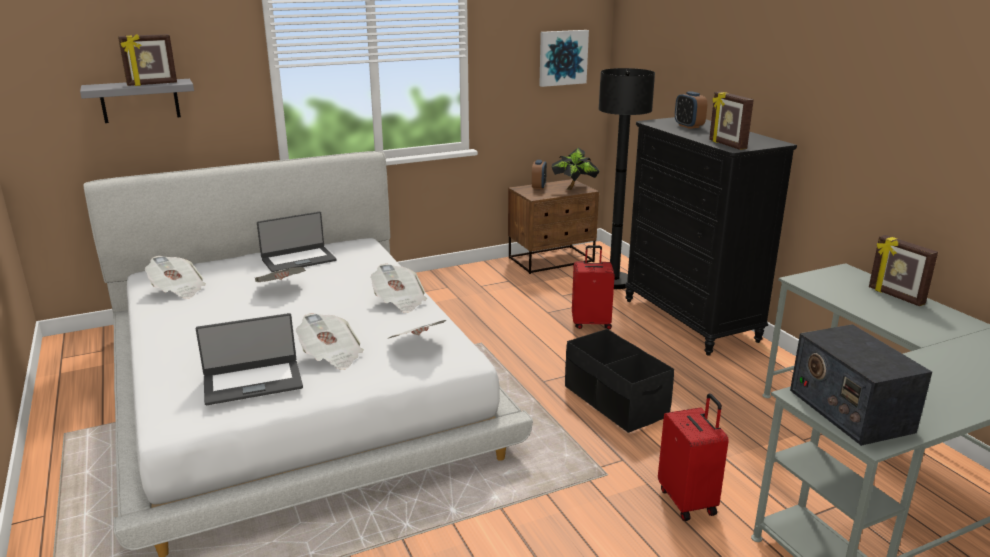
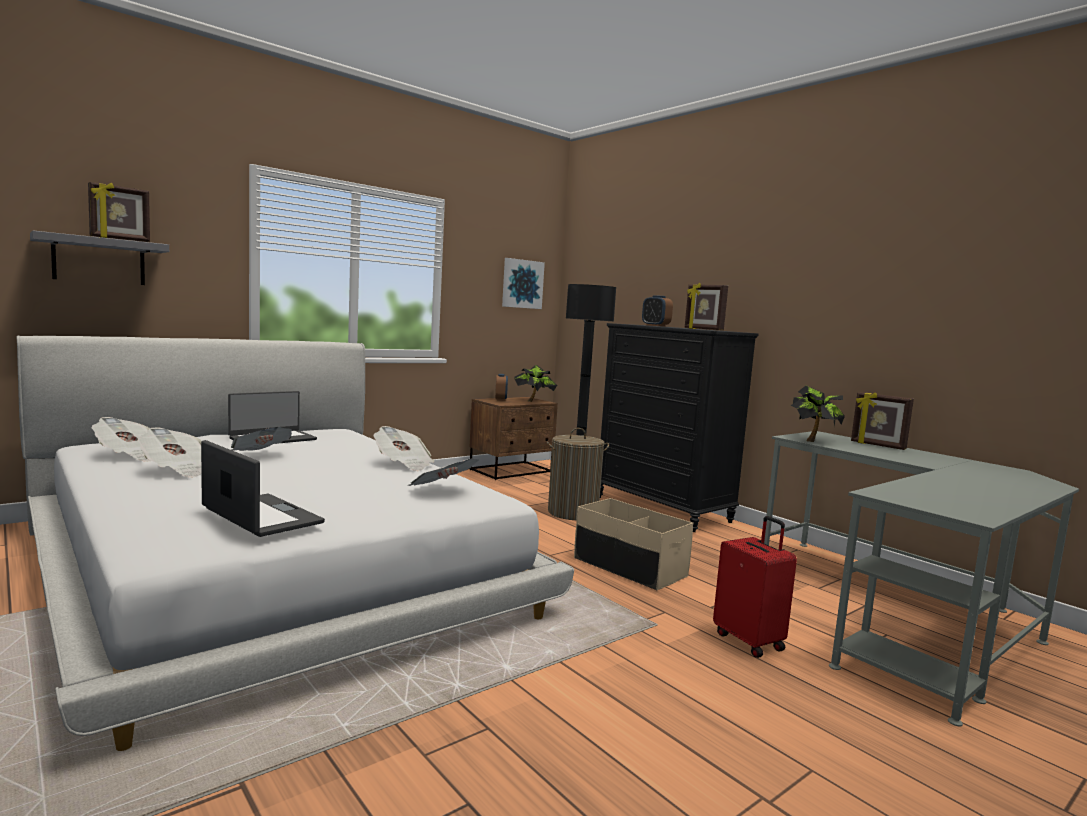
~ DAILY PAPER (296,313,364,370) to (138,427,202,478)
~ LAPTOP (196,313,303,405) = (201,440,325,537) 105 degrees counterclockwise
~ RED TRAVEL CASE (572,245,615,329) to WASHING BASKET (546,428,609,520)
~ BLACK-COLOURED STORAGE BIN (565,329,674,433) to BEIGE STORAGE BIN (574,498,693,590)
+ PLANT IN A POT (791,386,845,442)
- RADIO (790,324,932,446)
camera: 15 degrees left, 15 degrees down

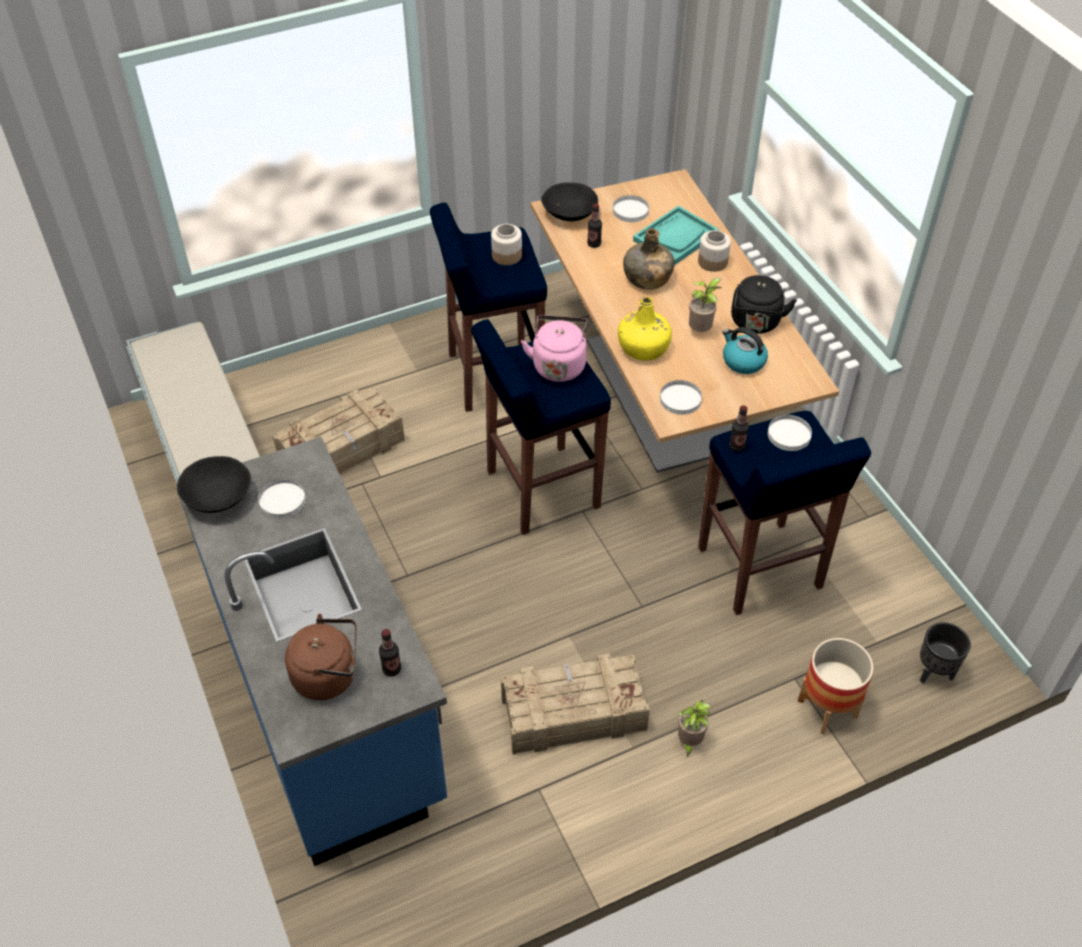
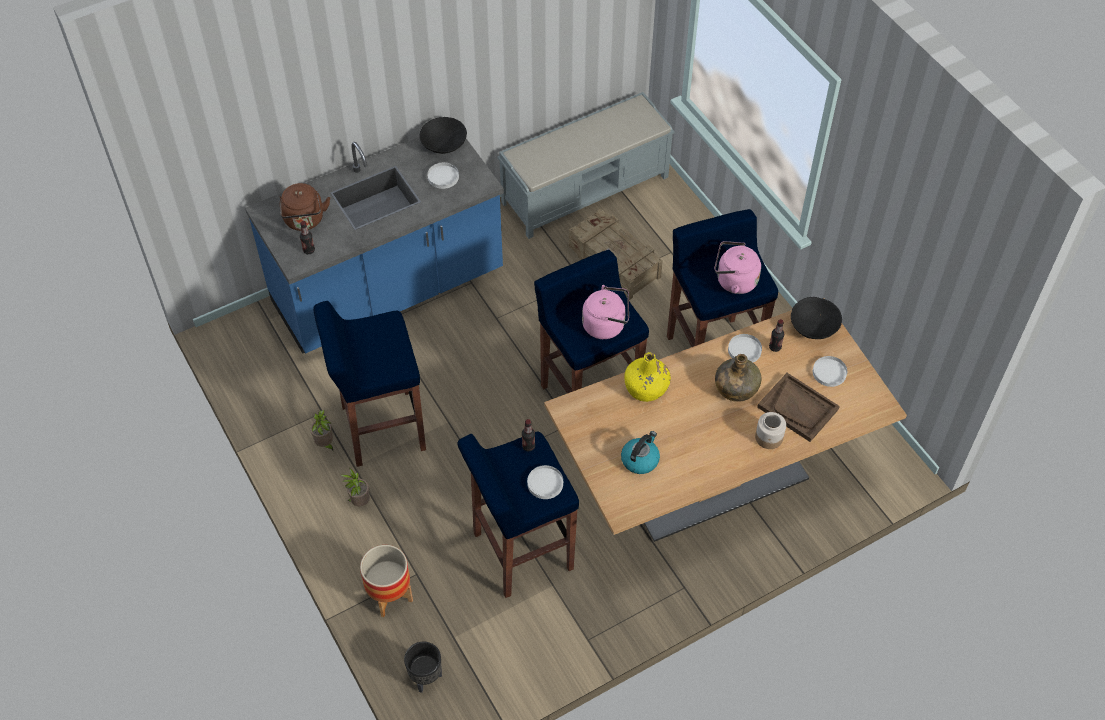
~ PLANT IN A POT (689,278,722,332) to (310,410,333,451)
~ CRATE (501,653,650,755) to BLUE STOOL (313,301,426,467)
~ PRESERVE JAR (491,224,522,265) to PINKISH KETTLE (714,241,761,294)
~ WHITISH DINNER PLATE (660,380,702,415) to (728,334,762,362)
~ TURQUOISE SERVING TRAY (633,206,719,265) to BROWN-COLOURED SERVING TRAY (757,373,840,442)
- BLACK-COLOURED KETTLE (731,275,797,334)
camera: 85 degrees right, 5 degrees up

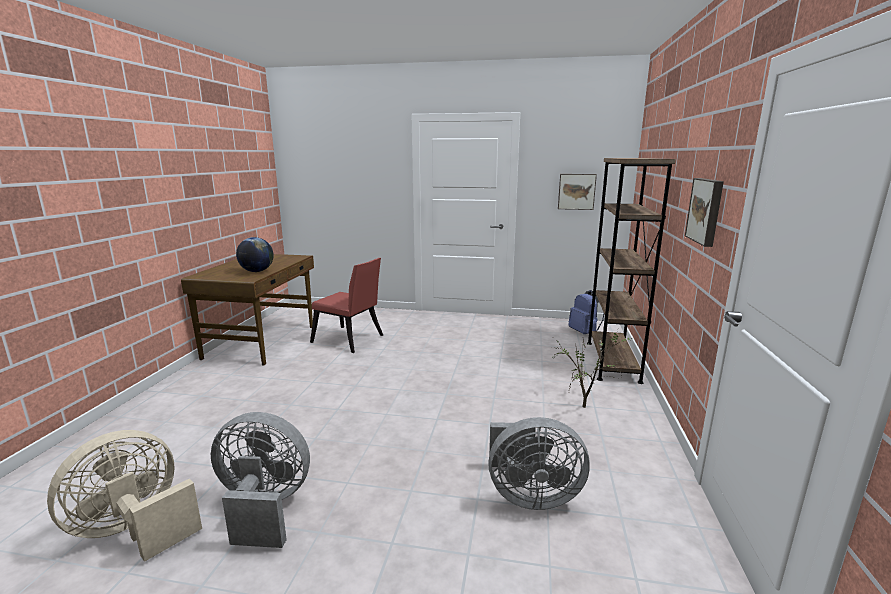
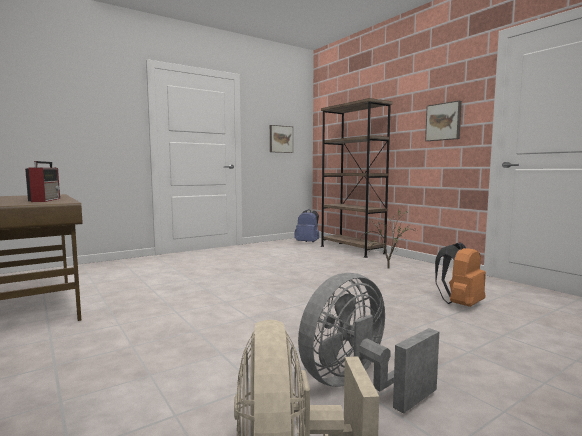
~ DESK GLOBE (236,237,274,272) to RADIO (25,161,60,202)
~ GREYISH FAN (488,417,589,510) to ORANGE KNAPSACK (435,242,486,307)
- RED CHAIR (310,258,383,353)
camera: 45 degrees left, 10 degrees down

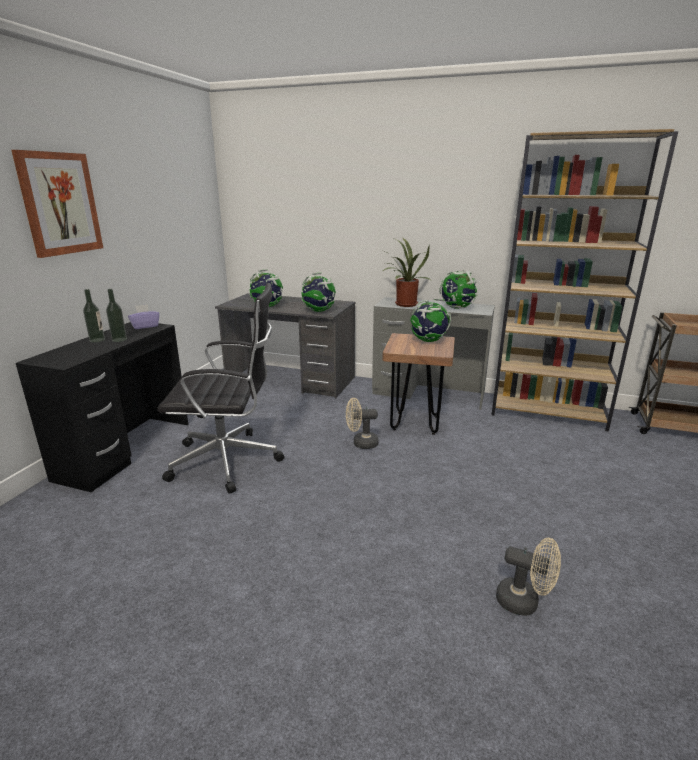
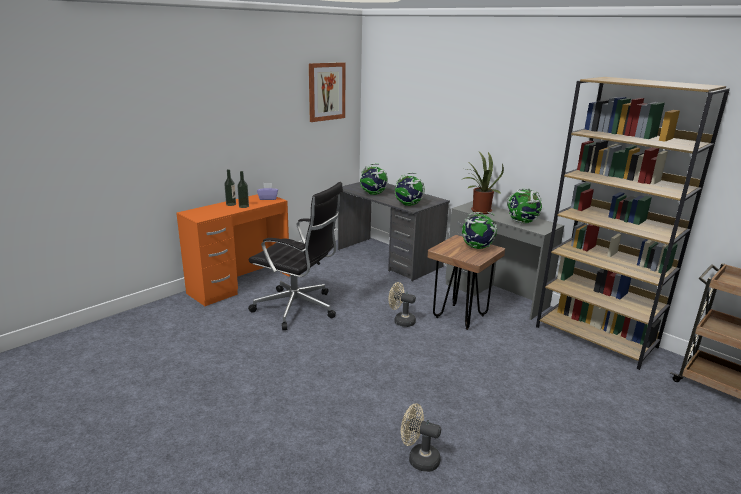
~ BLACK-COLOURED DESK (16,322,188,492) to ORANGE DESK (176,194,290,306)
~ WALL PICTURE (11,150,103,258) to (309,62,346,122)
~ BEIGE FAN (496,538,561,616) = (401,403,441,472) 150 degrees clockwise
camera: 25 degrees right, 0 degrees up

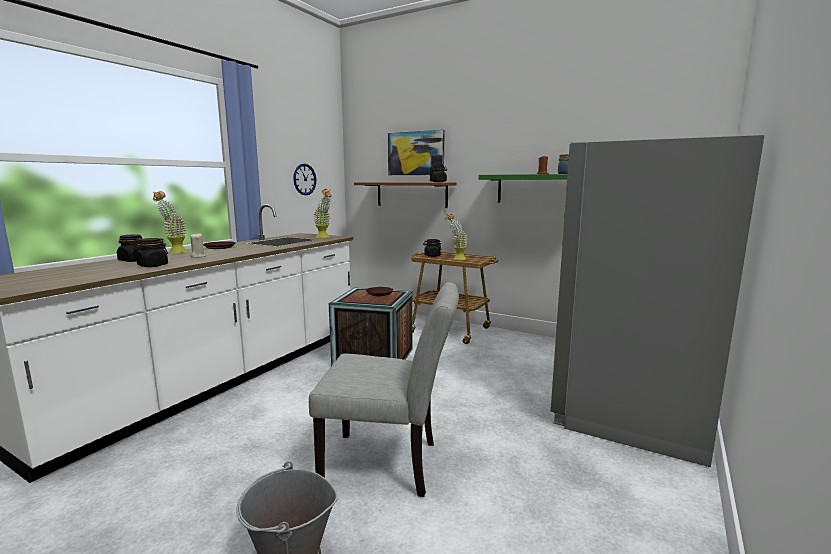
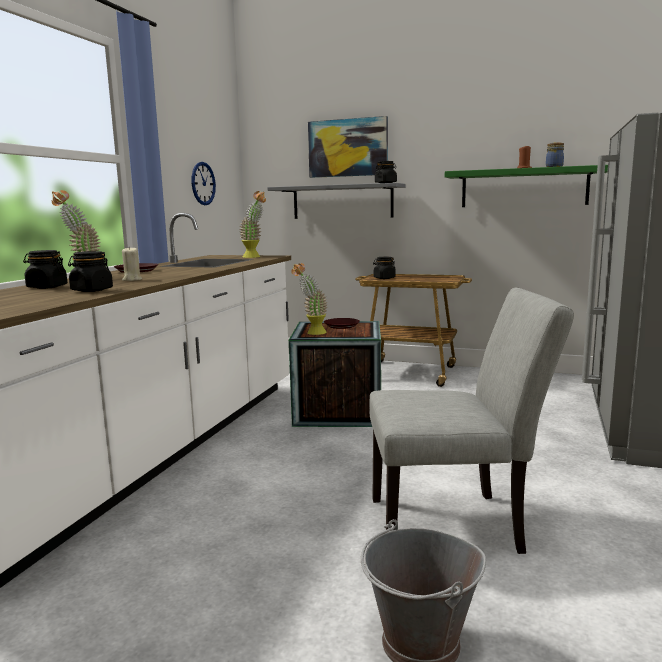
~ BROWN-COLOURED SHELF (354,182,457,208) to GREYISH SHELF (267,183,406,219)
~ PLANT IN A POT (445,213,467,260) to (291,263,328,335)
camera: 10 degrees left, 0 degrees up

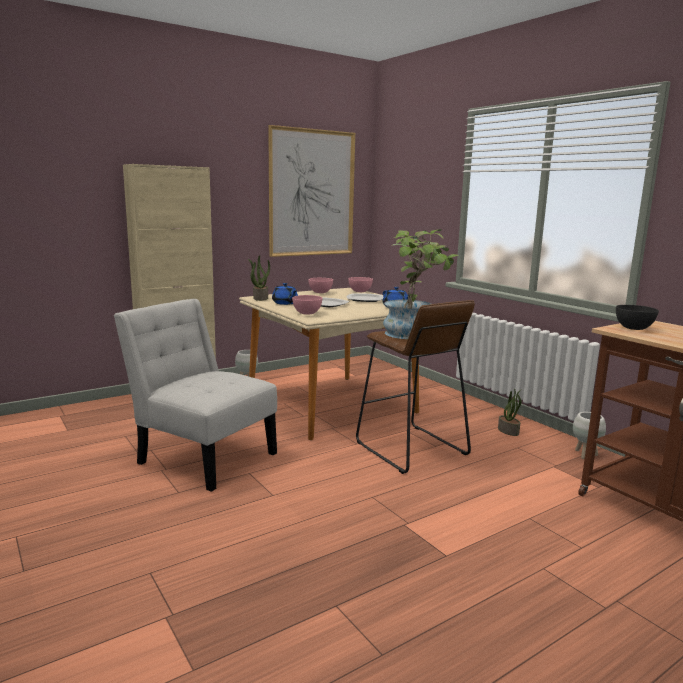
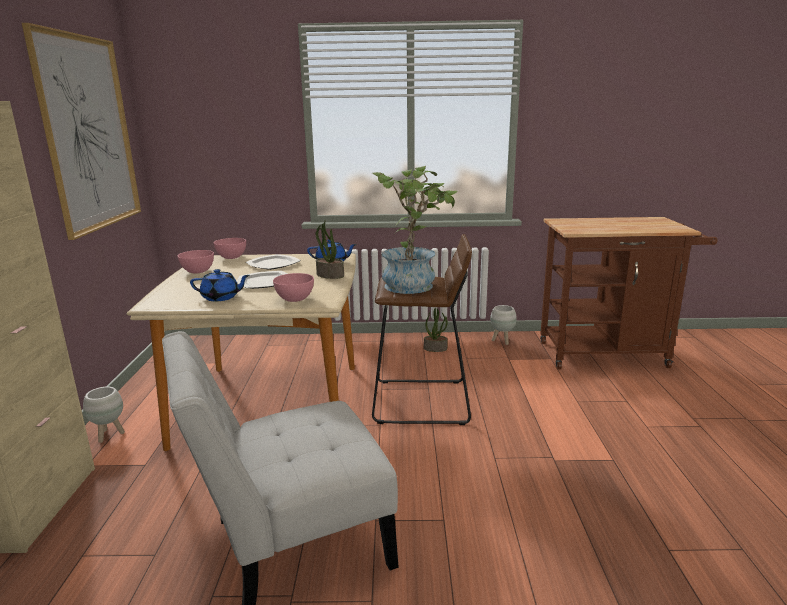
~ PLANT IN A POT (248,255,270,301) to (316,219,344,279)
- GREYISH DEEP DISH (616,305,659,330)
camera: 55 degrees left, 5 degrees up

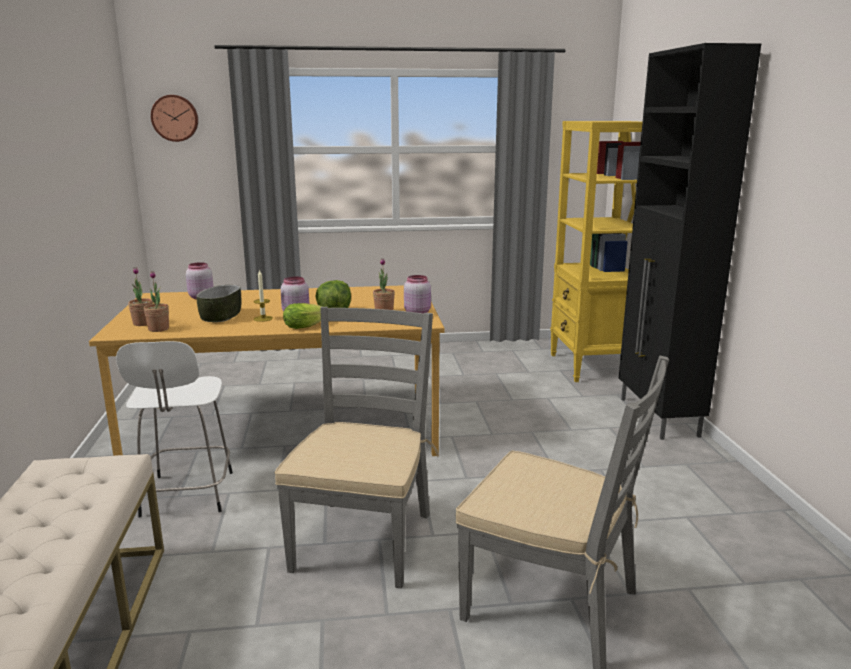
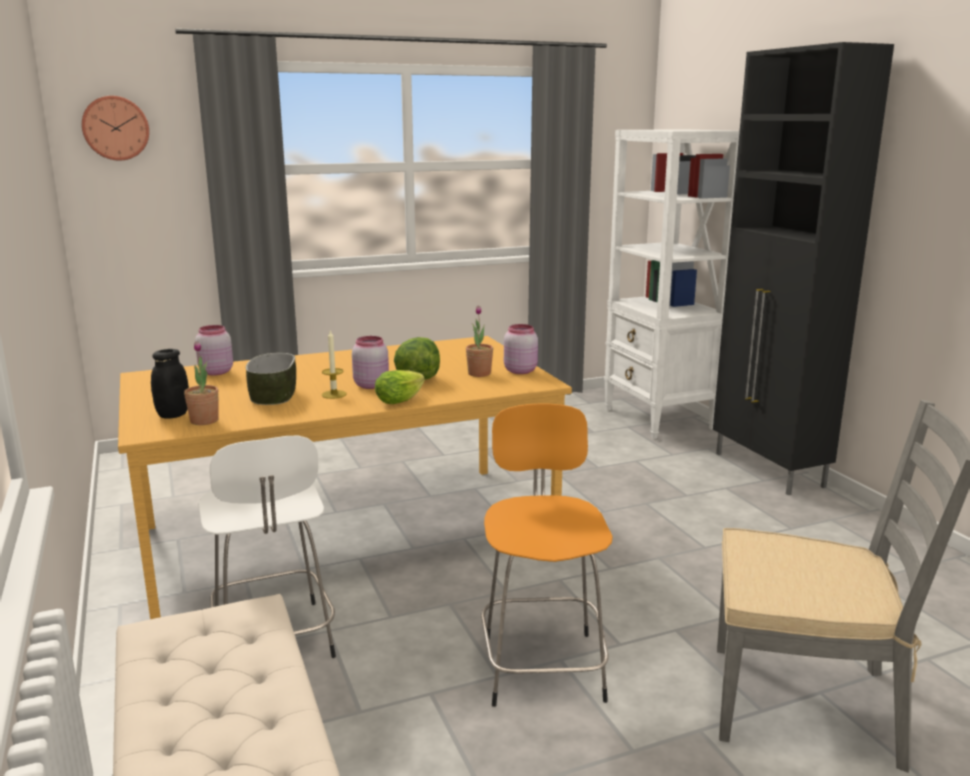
~ PLANT IN A POT (128,267,153,326) to BLACK-COLOURED PRESERVE JAR (151,349,189,419)
~ GREYISH CHAIR (274,307,439,589) to ORANGE STOOL (481,404,613,707)
~ YELLOW BOOKCASE (550,121,643,382) to WHITISH BOOKCASE (604,129,740,439)
camera: 15 degrees left, 0 degrees up

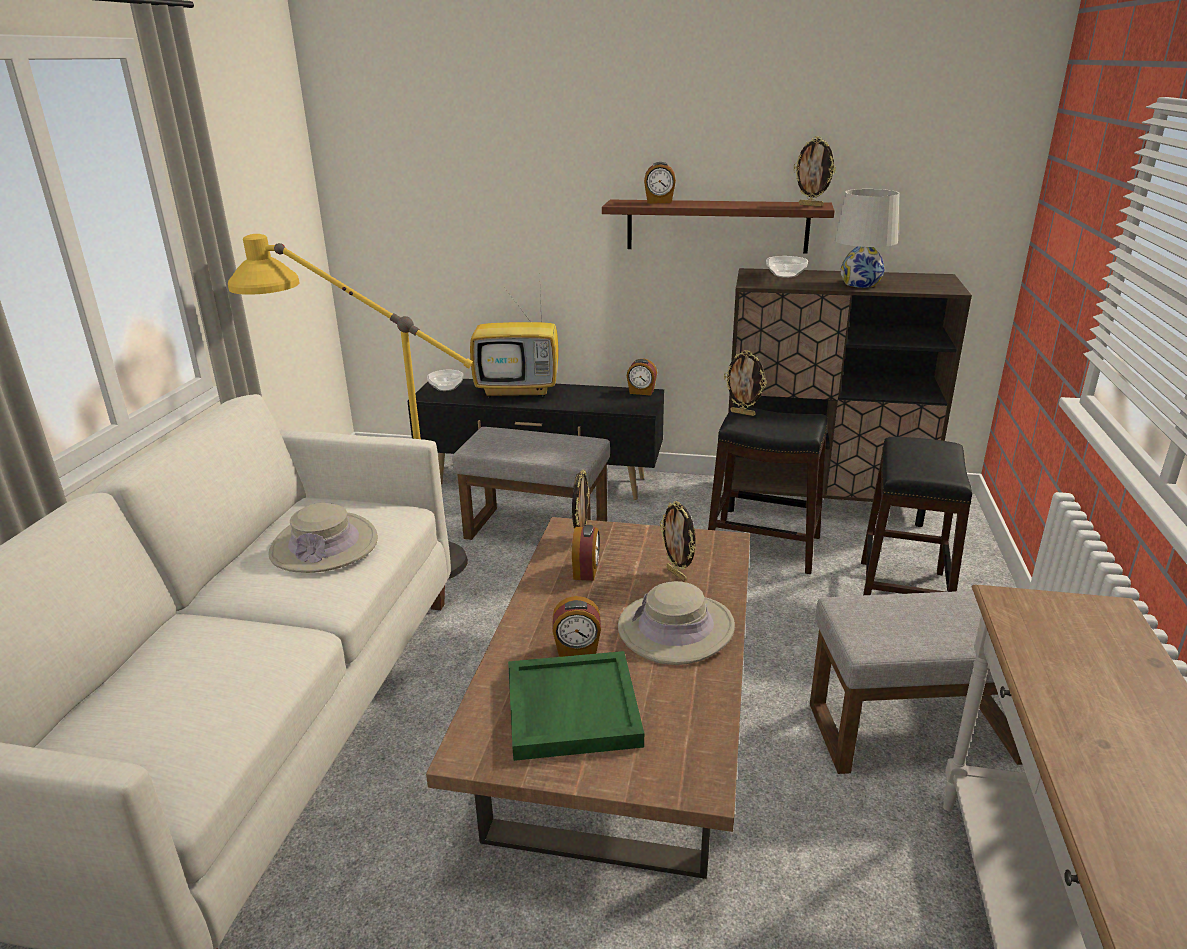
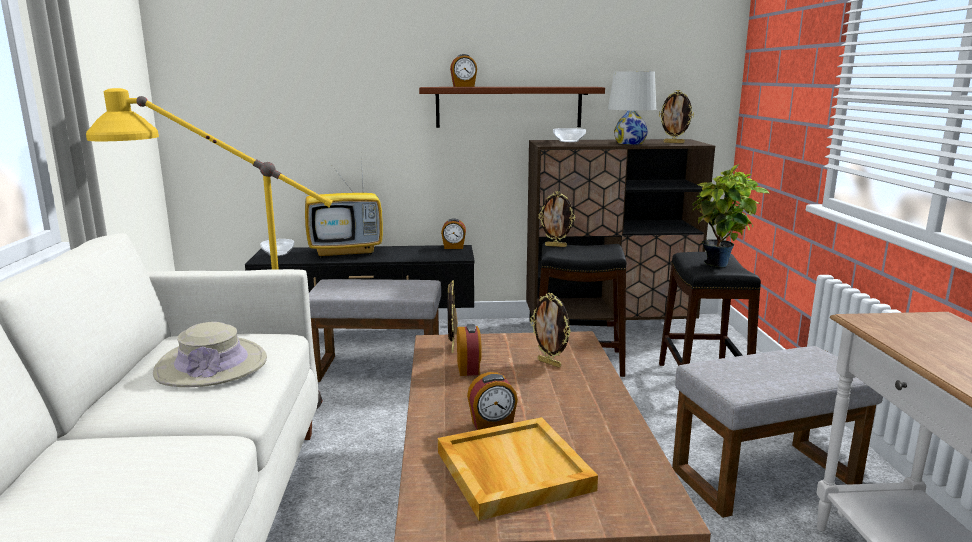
~ GREEN SERVING TRAY (508,651,644,761) to BEIGE SERVING TRAY (438,417,598,521)
~ PHOTO FRAME (793,136,836,207) to (659,90,694,143)
+ PLANT IN A POT (692,164,770,267)
- BEIGE CLOTHING HAT (618,581,735,665)
camera: 15 degrees left, 10 degrees down

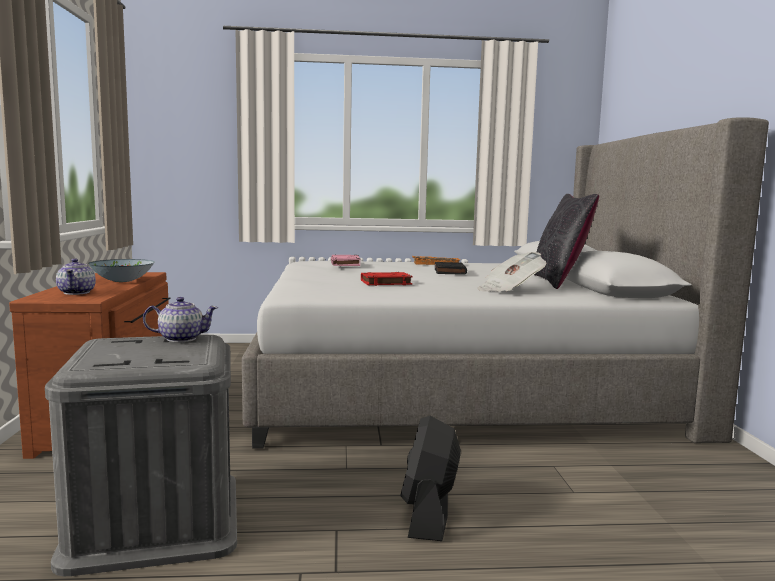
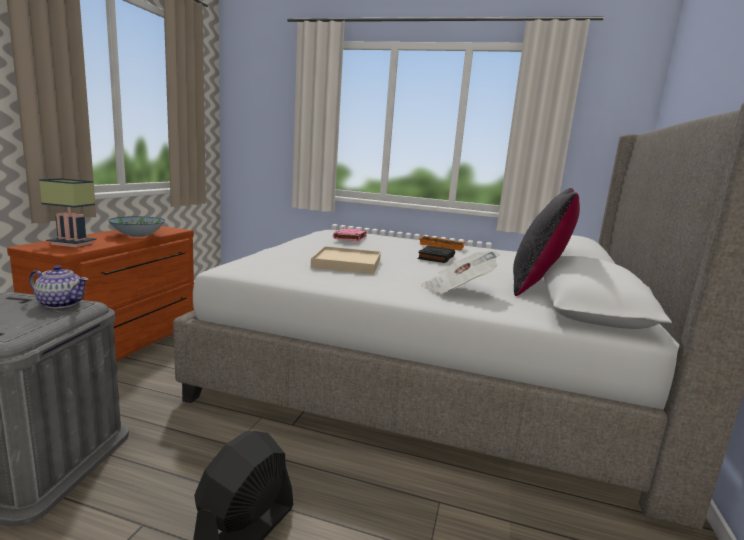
~ TEA POT (56,258,96,295) to TABLE LAMP (39,178,97,247)
~ RED VOLUME (361,272,413,286) to BEIGE SERVING TRAY (311,246,381,274)
camera: 20 degrees right, 5 degrees up

